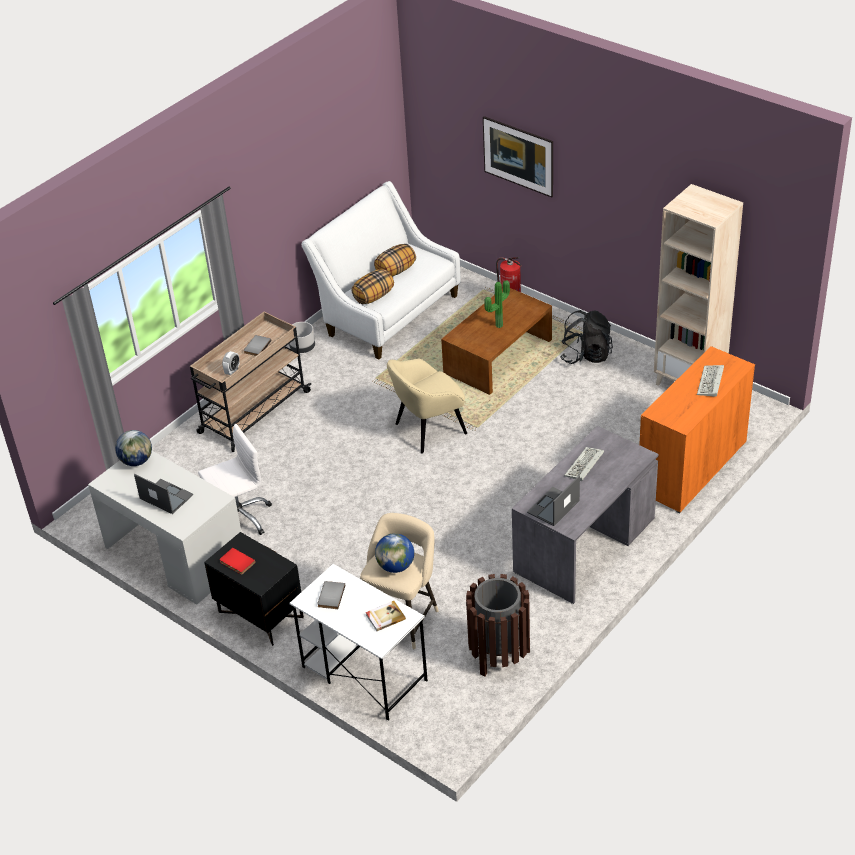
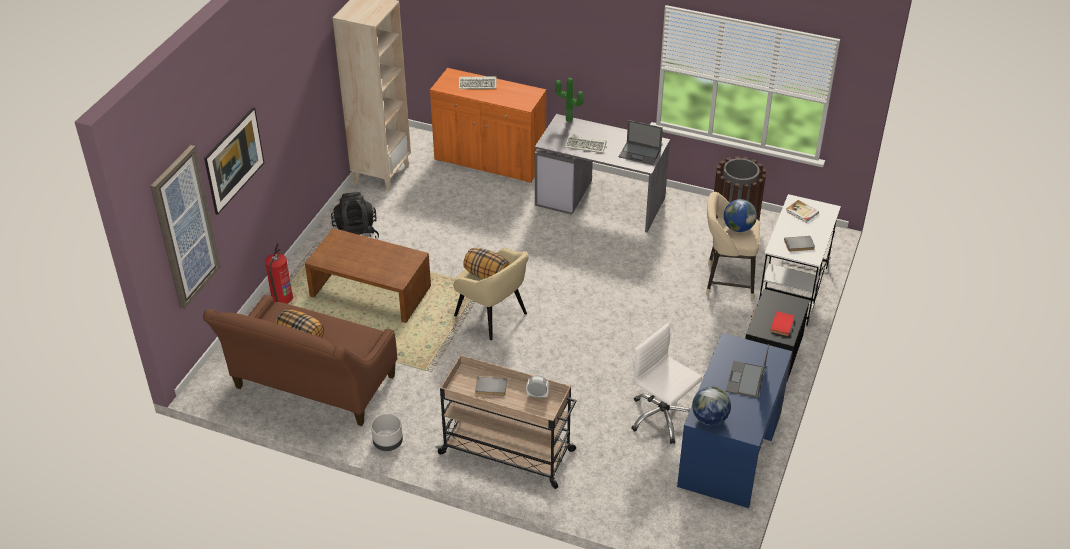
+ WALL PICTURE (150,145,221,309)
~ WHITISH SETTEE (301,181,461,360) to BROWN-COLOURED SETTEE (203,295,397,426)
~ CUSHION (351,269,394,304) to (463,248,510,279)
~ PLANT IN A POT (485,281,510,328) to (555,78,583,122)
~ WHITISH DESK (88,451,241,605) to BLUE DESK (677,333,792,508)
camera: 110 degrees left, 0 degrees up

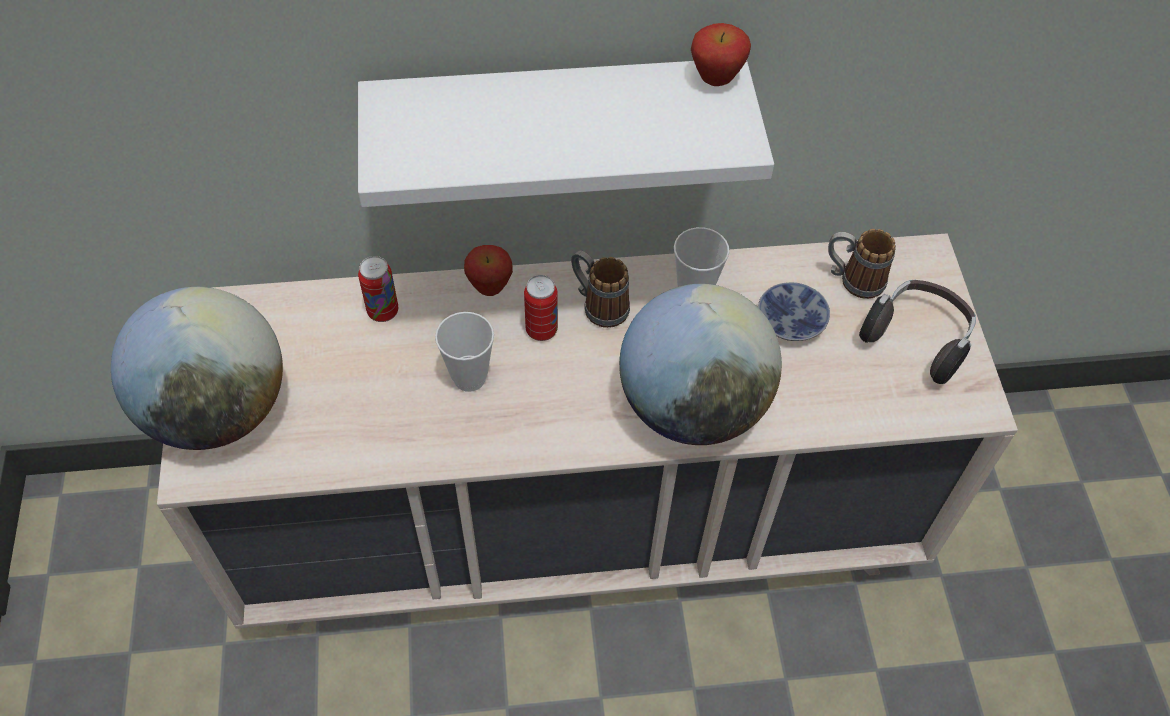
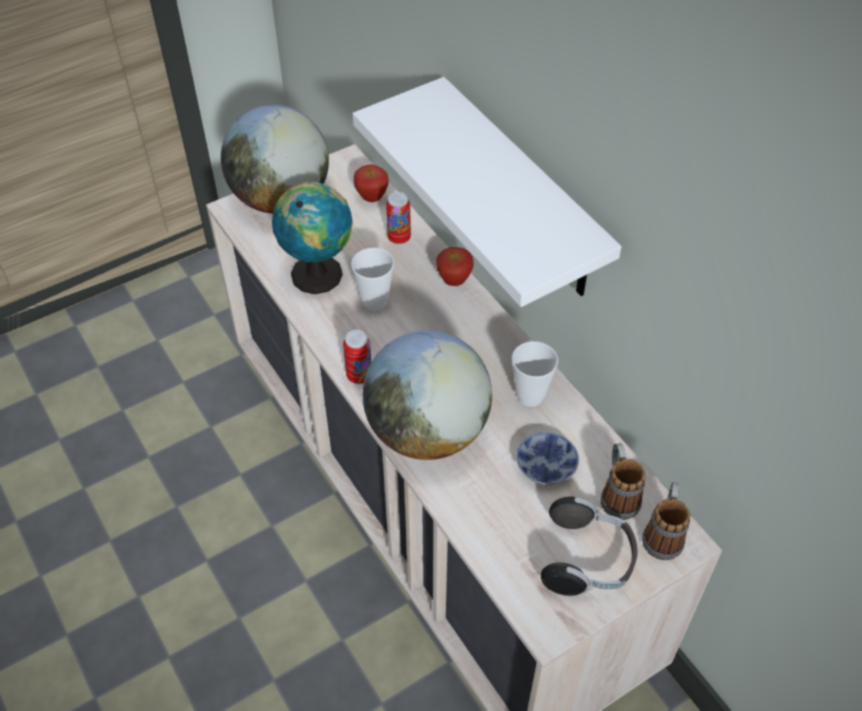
+ DESK GLOBE (272,182,353,294)
~ CAN (524,275,558,341) to (343,330,371,384)
~ APPLE (691,23,751,86) to (354,164,389,202)
~ MUG (571,250,630,328) to (642,482,690,560)
camera: 65 degrees right, 5 degrees down

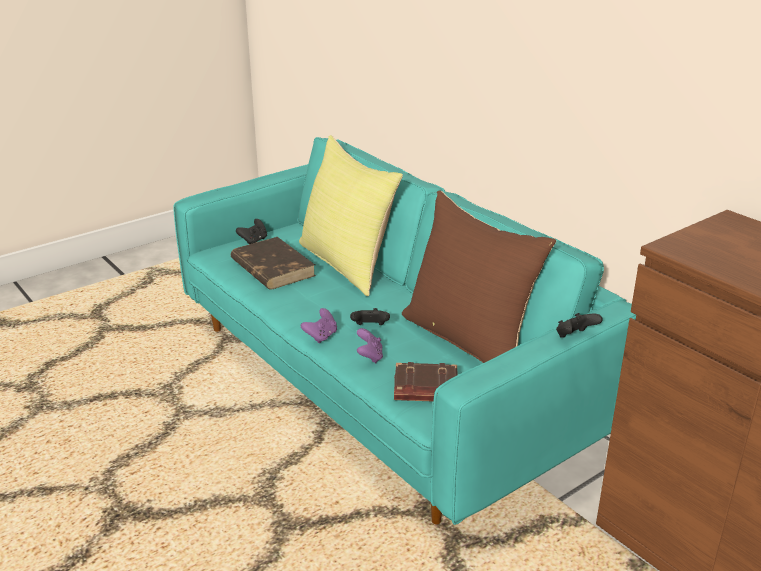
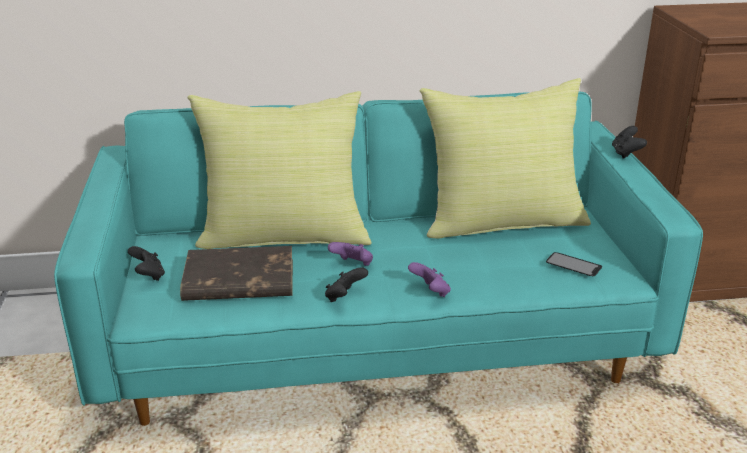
~ BLACK-COLOURED JOYPAD (350,308,390,325) to (325,267,368,302)
~ PURPLE-COLOURED JOYPAD (357,328,383,363) to (328,242,373,266)
~ BROWN-COLOURED CUSHION (402,190,556,363) to YELLOW CUSHION (419,78,591,239)
~ BROWN-COLOURED VOLUME (394,362,457,401) to PHONE (546,252,602,276)
camera: 60 degrees left, 0 degrees up

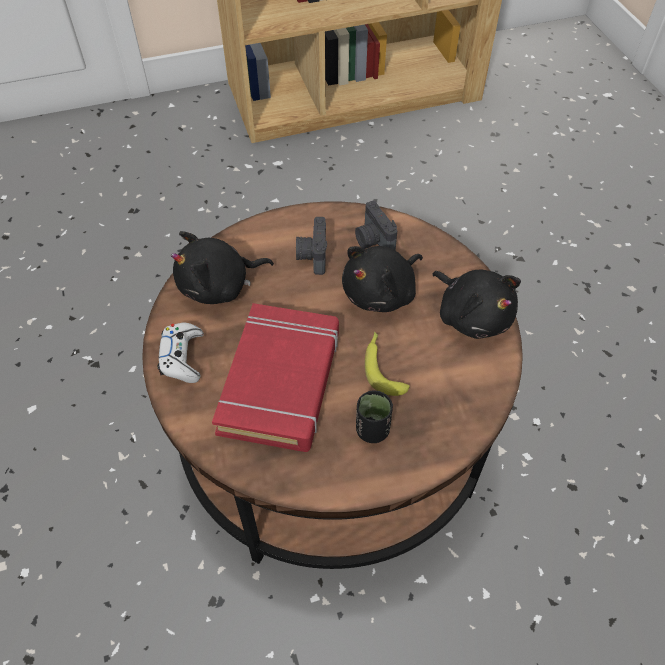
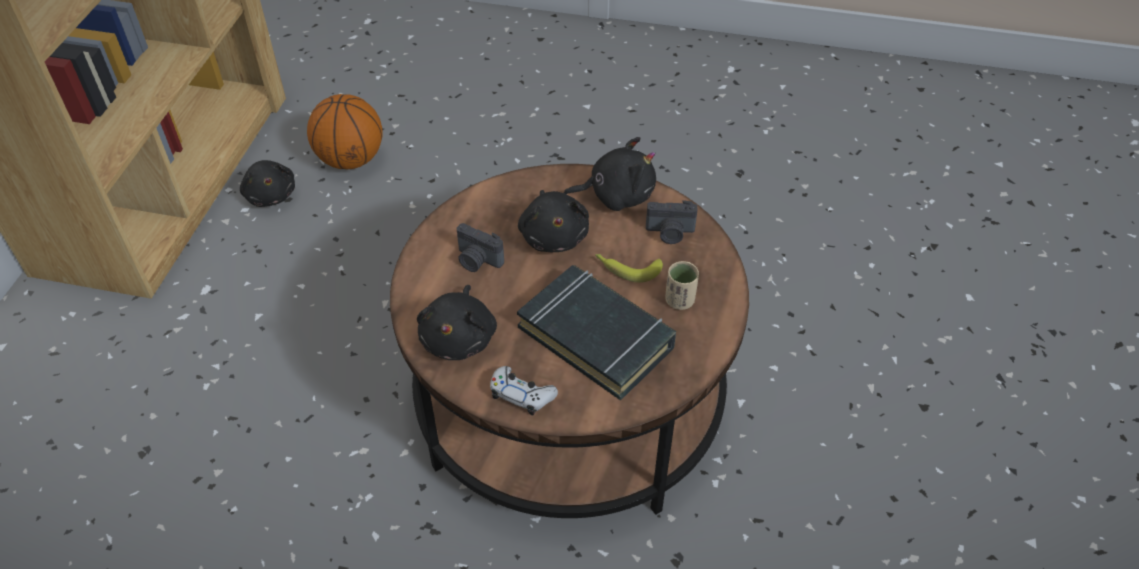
+ BLACK-COLOURED CUDDLY TOY (240,160,295,207)
+ BALL FOR BASKETBALL (307,94,383,169)
~ RED VOLUME (212,303,339,452) to BLACK-COLOURED VOLUME (517,265,676,401)
~ STILL CAMERA (355,201,397,250) to (646,200,697,244)
~ BLACK-COLOURED CUP (356,390,393,443) to BEIGE CUP (665,261,699,310)
camera: 60 degrees left, 5 degrees down

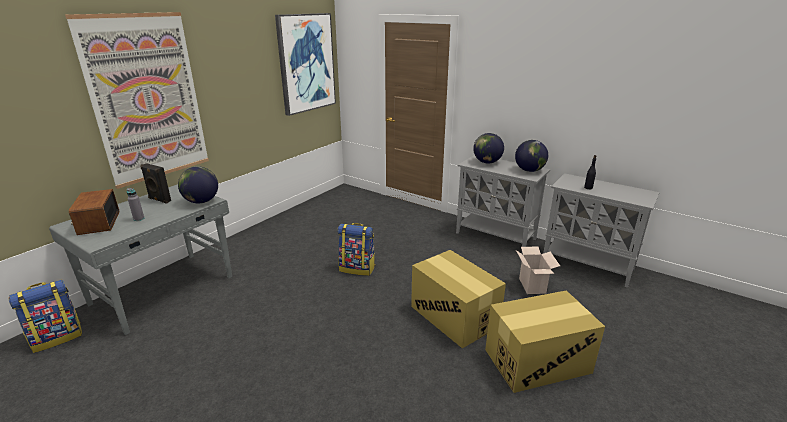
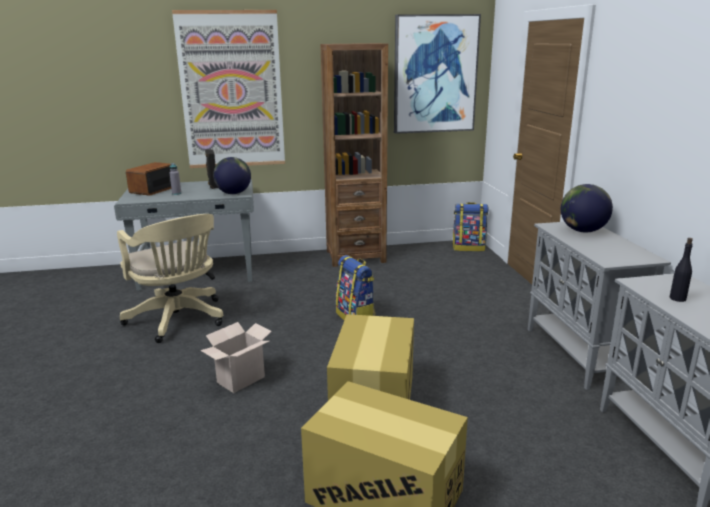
+ BEIGE OFFICE CHAIR (117,214,223,343)
~ PACKING BOX (516,247,560,294) to (200,322,272,393)
+ BROWN-COLOURED BOOKCASE (320,43,388,267)
~ KNAPSACK (9,280,82,353) to (452,202,489,252)
- DESK GLOBE (515,140,548,172)
camera: 45 degrees right, 5 degrees down

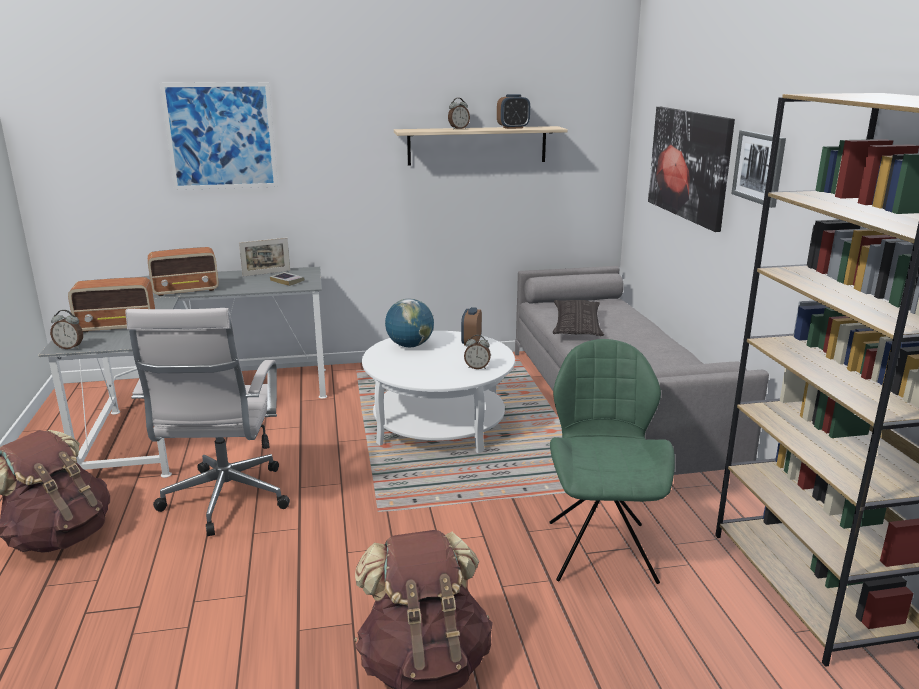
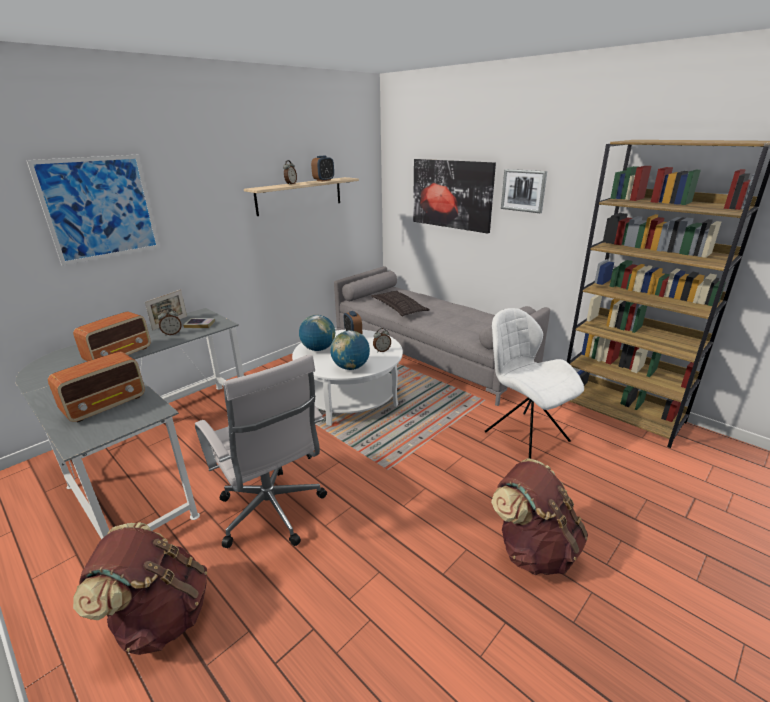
~ TABLE CLOCK (50,310,83,349) to (158,308,182,336)
+ DESK GLOBE (330,330,370,370)
~ GREEN CHAIR (549,339,675,584) to WHITISH CHAIR (484,308,584,459)
camera: 35 degrees left, 5 degrees up

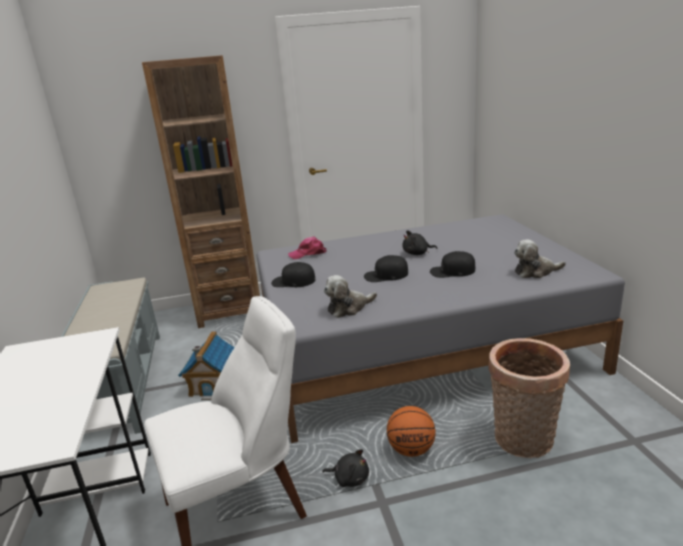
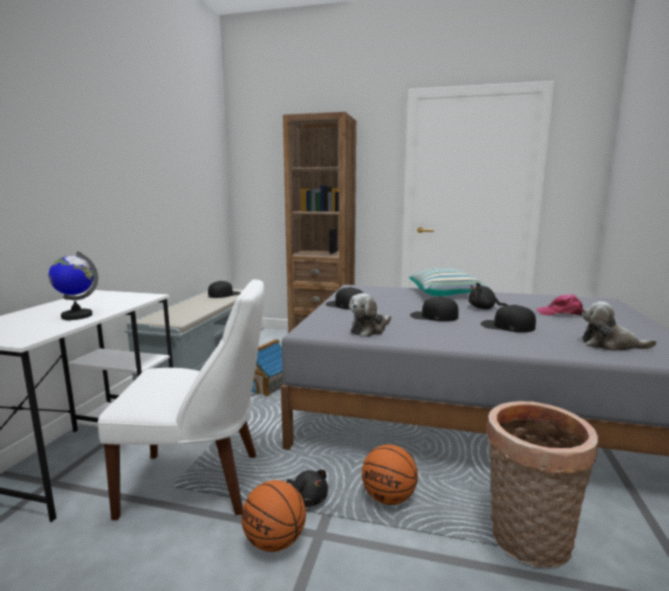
+ DESK GLOBE (49,251,98,320)
+ BLACK-COLOURED BASEBALL CAP (208,281,240,298)
+ BALL FOR BASKETBALL (241,480,306,552)
~ CUDDLY TOY (324,275,377,318) = (349,293,391,337) 45 degrees counterclockwise
+ CUSHION (409,268,489,296)
~ PINKISH BASEBALL CAP (288,237,327,259) to (536,294,584,316)
camera: 25 degrees right, 10 degrees down

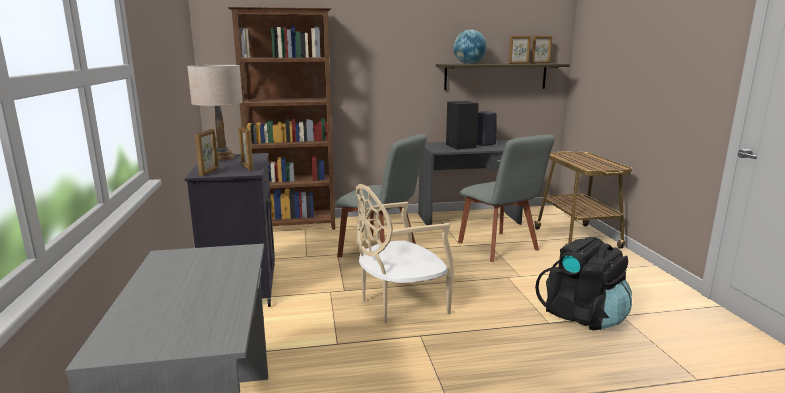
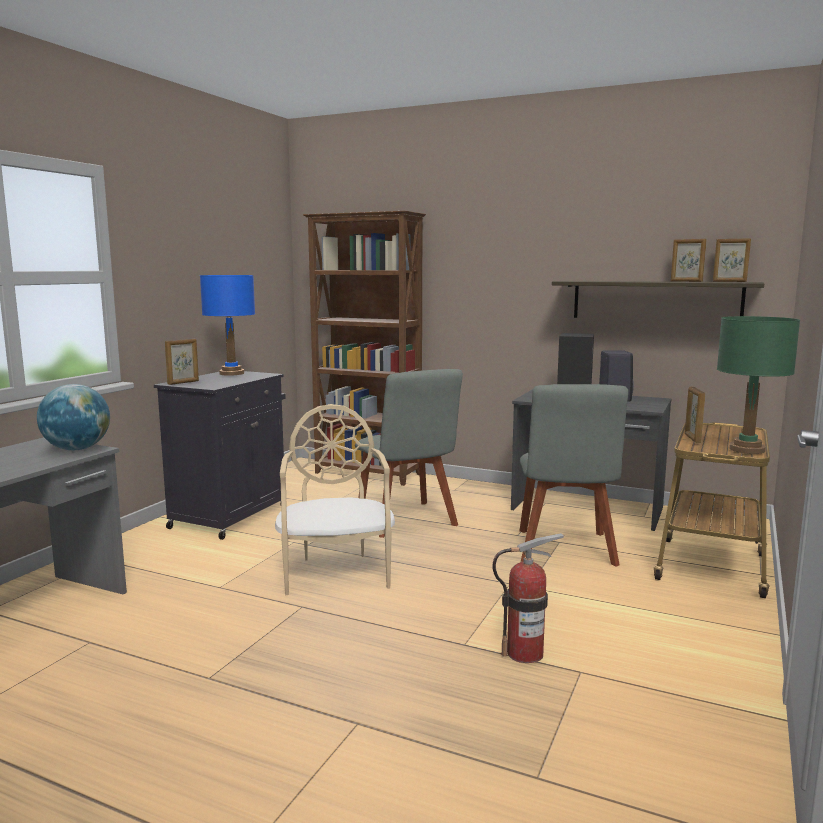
~ DESK GLOBE (453,30,487,64) to (37,384,110,450)
~ BEIGE TABLE LAMP (187,65,243,161) to BLUE TABLE LAMP (200,275,255,376)
~ BEIGE CHAIR (356,184,454,323) = (275,404,395,595) 75 degrees clockwise
~ BLACK-COLOURED KNAPSACK (535,237,632,330) to EXTINGUISHER (492,533,564,663)
~ PHOTO FRAME (238,126,253,171) to (685,387,705,443)
+ GREEN TABLE LAMP (717,316,800,454)
camera: 35 degrees right, 5 degrees down

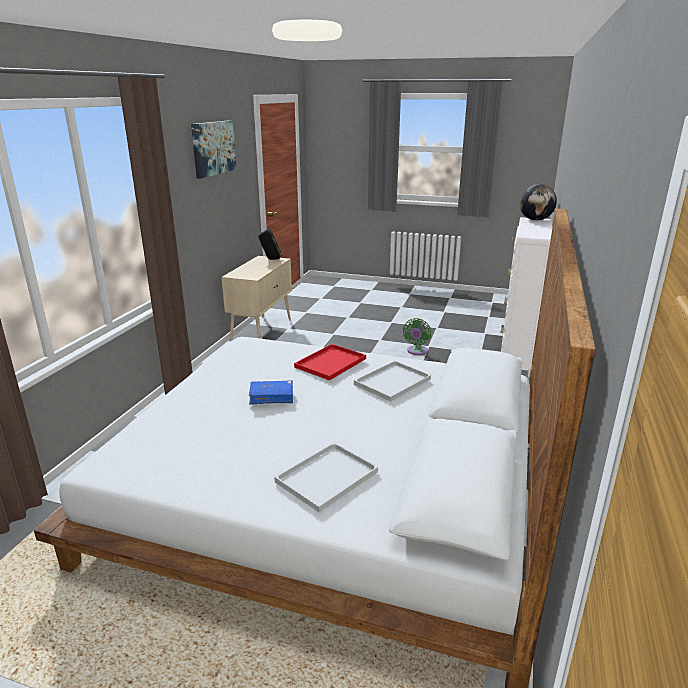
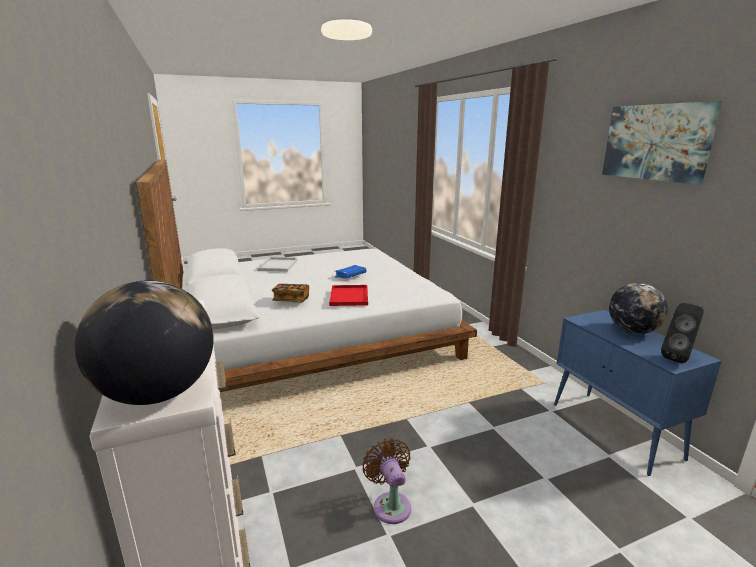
~ WHITISH SERVING TRAY (354,361,431,402) to VOLUME (272,284,309,302)
~ GREEN FAN (403,318,431,355) to BROWN-COLOURED FAN (362,438,411,524)
~ BEIGE CABINET (222,256,292,341) to BLUE CABINET (554,310,721,476)
+ DESK GLOBE (609,283,668,334)
camera: 140 degrees right, 5 degrees down

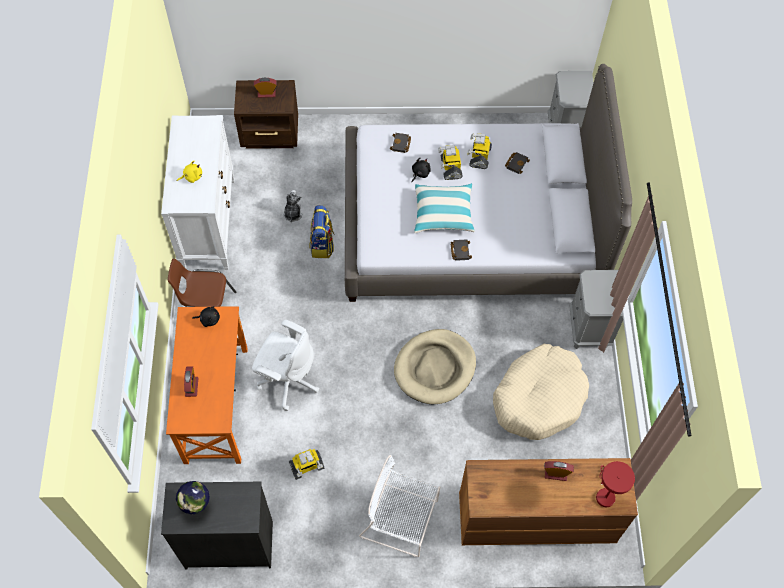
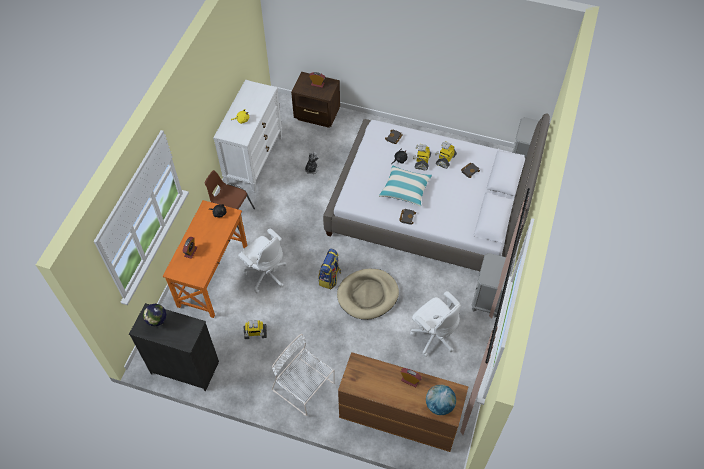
~ KNAPSACK (310,205,335,258) to (318,249,341,289)
~ BEIGE DOG CUSHION (493,344,589,440) to WHITISH OFFICE CHAIR (410,291,461,357)
~ RED TABLE LAMP (596,461,635,507) to DESK GLOBE (426,384,456,415)
camera: 20 degrees right, 5 degrees down

